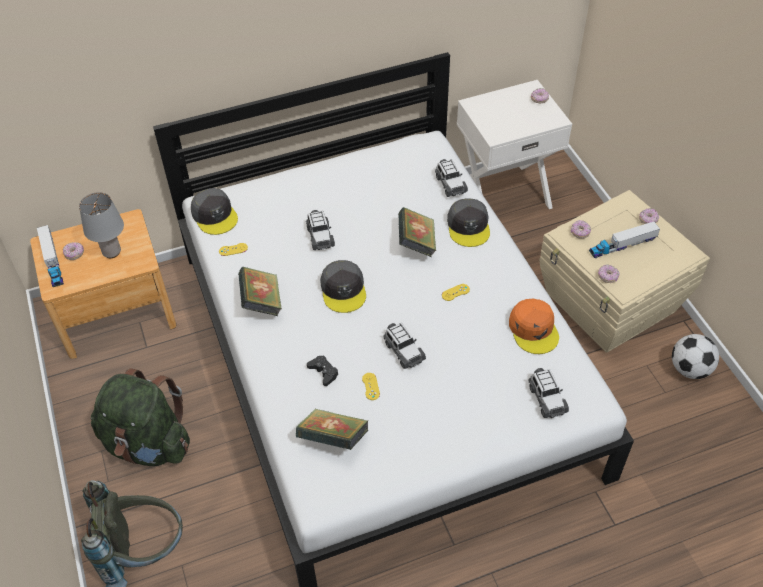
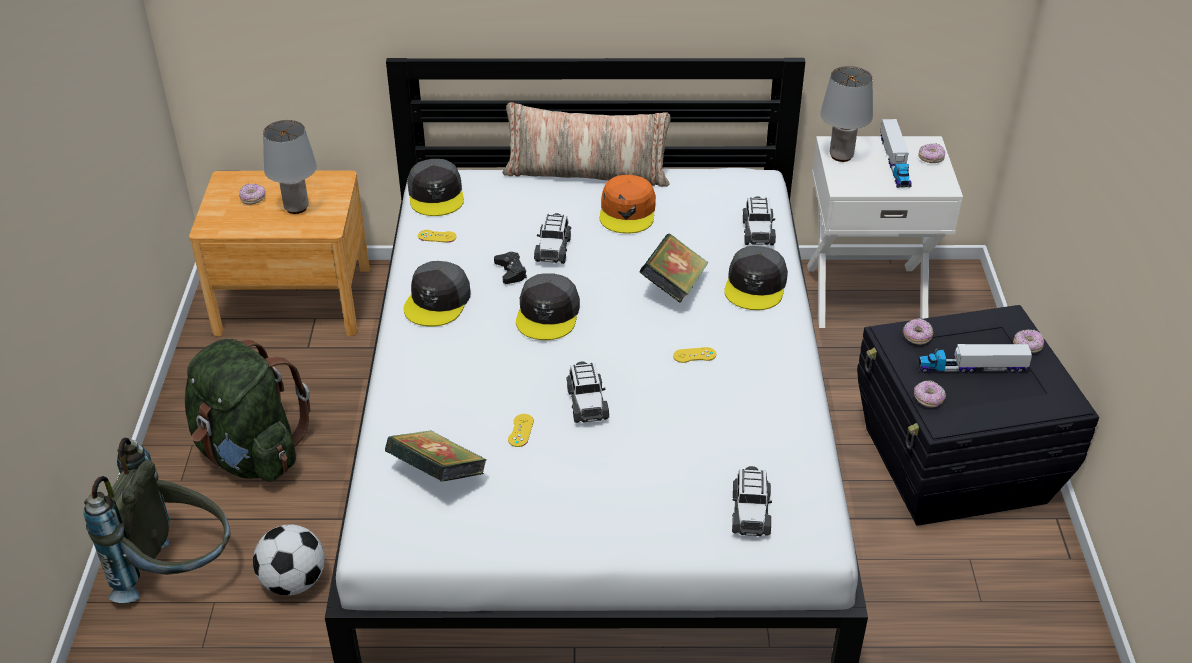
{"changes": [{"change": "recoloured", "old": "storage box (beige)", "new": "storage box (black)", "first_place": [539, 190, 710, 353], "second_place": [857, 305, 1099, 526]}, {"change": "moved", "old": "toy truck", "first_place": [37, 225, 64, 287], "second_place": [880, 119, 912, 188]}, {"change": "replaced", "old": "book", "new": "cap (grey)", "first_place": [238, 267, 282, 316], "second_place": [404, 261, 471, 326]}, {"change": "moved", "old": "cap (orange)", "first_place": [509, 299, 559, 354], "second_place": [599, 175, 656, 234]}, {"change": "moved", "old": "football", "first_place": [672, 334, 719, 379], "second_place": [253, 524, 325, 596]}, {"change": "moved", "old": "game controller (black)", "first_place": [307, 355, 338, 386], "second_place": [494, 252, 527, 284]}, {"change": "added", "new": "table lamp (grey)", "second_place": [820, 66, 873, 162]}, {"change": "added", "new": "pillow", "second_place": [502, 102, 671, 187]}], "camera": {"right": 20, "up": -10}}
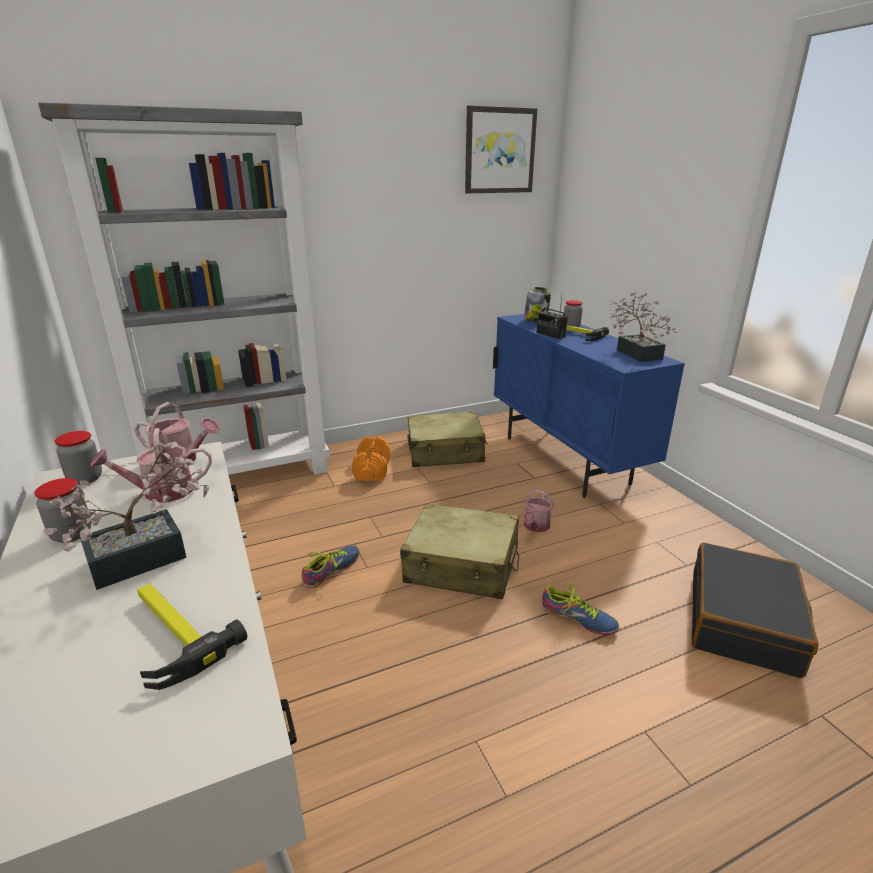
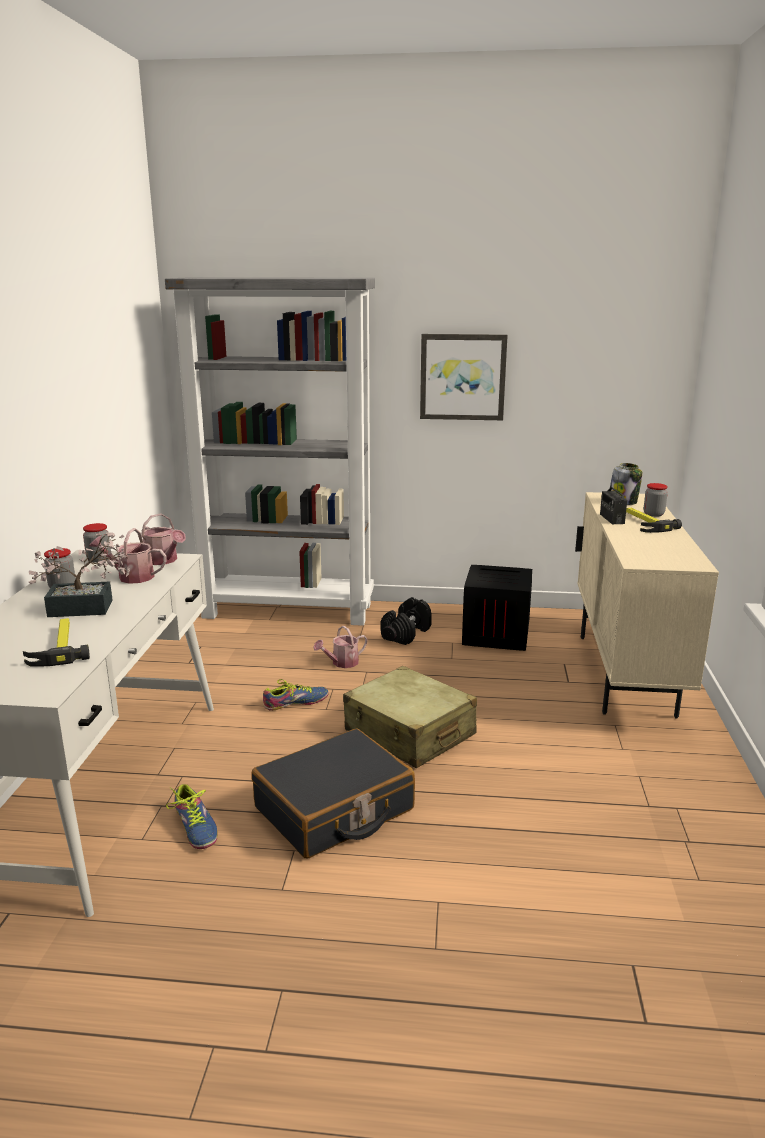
{"changes": [{"change": "moved", "old": "picture", "first_place": [465, 106, 537, 193], "second_place": [420, 334, 508, 420]}, {"change": "removed", "old": "potted plant", "first_place": [610, 292, 677, 362]}, {"change": "recoloured", "old": "cabinet (blue)", "new": "cabinet (beige)", "first_place": [493, 314, 685, 498], "second_place": [575, 492, 719, 719]}, {"change": "replaced", "old": "suitcase (beige)", "new": "crate", "first_place": [407, 411, 488, 467], "second_place": [462, 565, 532, 651]}, {"change": "recoloured", "old": "dumbbell (orange)", "new": "dumbbell (black)", "first_place": [352, 436, 391, 481], "second_place": [380, 597, 432, 645]}, {"change": "moved", "old": "watering can", "first_place": [523, 490, 554, 532], "second_place": [313, 626, 367, 668]}, {"change": "moved", "old": "suitcase (black)", "first_place": [692, 543, 819, 678], "second_place": [252, 729, 415, 858]}, {"change": "moved", "old": "shoe", "first_place": [542, 584, 619, 635], "second_place": [166, 784, 218, 849]}], "camera": {"right": 30, "up": -5}}
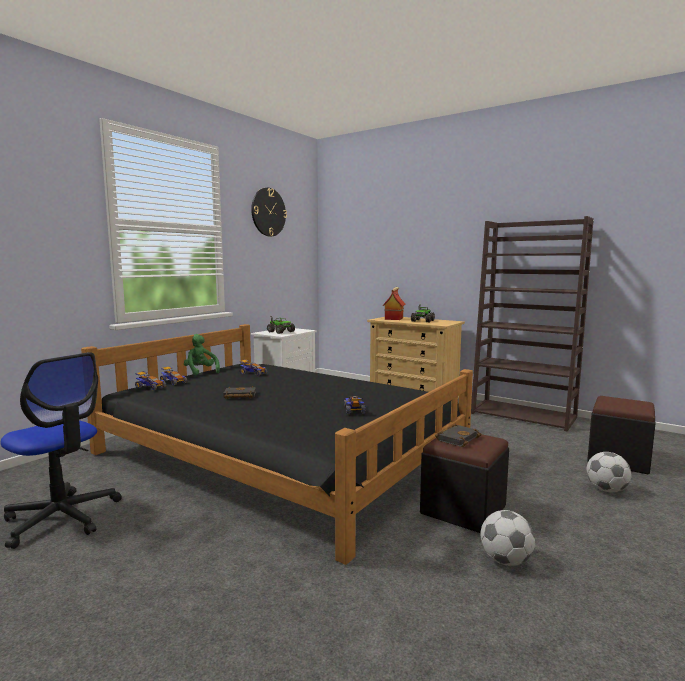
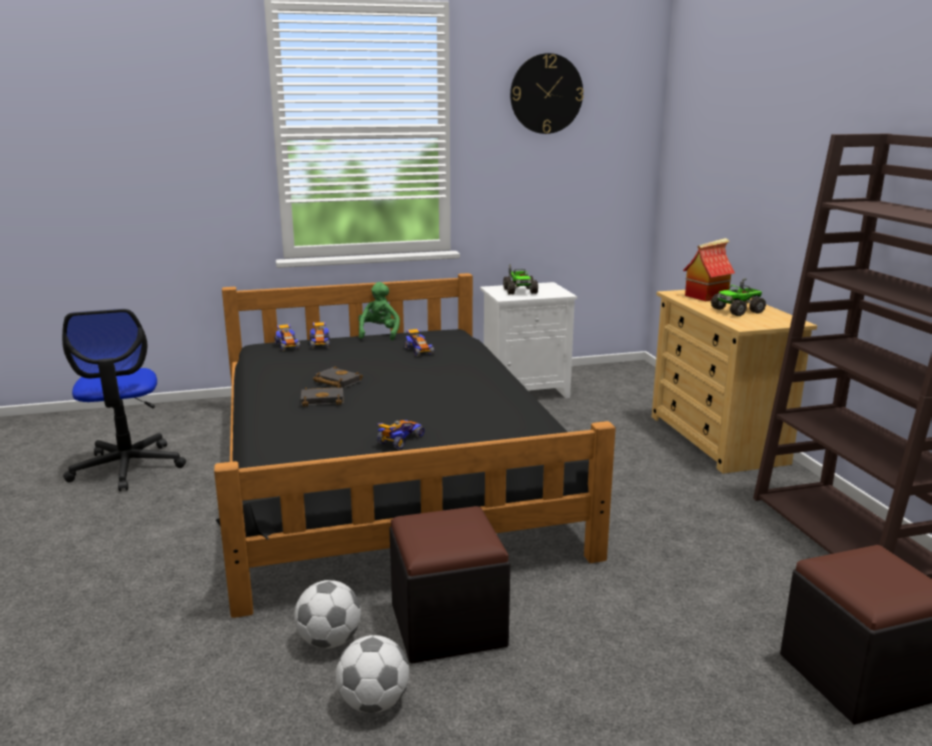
{"changes": [{"change": "moved", "old": "book (black)", "first_place": [435, 424, 482, 447], "second_place": [301, 386, 344, 407]}, {"change": "moved", "old": "football", "first_place": [586, 452, 631, 492], "second_place": [294, 580, 361, 649]}], "camera": {"right": 40, "up": 10}}
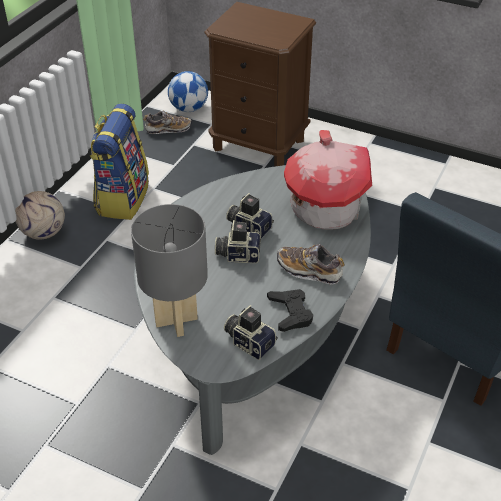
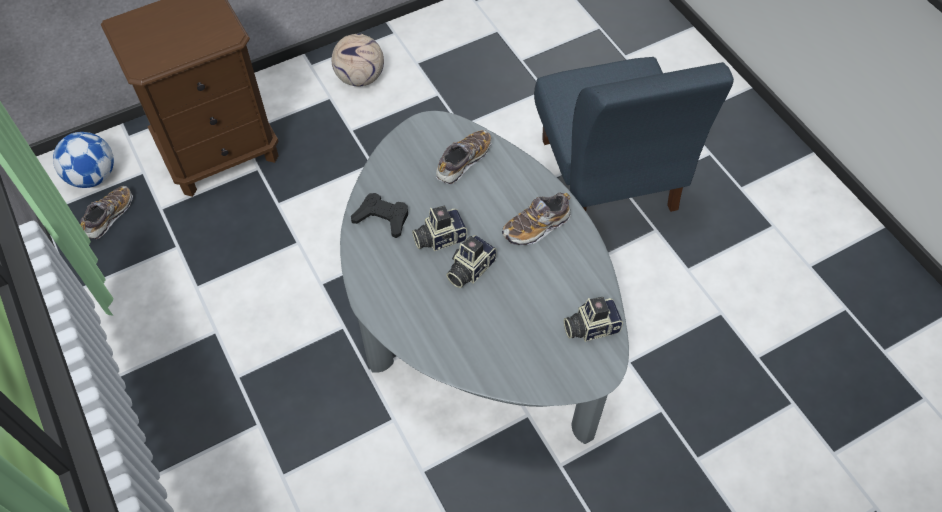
{"changes": [{"change": "removed", "old": "backpack", "first_place": [90, 104, 149, 220]}, {"change": "replaced", "old": "toy house", "new": "shoe", "first_place": [284, 130, 372, 230], "second_place": [436, 130, 492, 184]}, {"change": "moved", "old": "football", "first_place": [15, 191, 65, 239], "second_place": [331, 34, 384, 86]}, {"change": "removed", "old": "table lamp (grey)", "first_place": [131, 204, 208, 337]}, {"change": "moved", "old": "game controller (black)", "first_place": [267, 289, 313, 332], "second_place": [351, 193, 408, 238]}], "camera": {"right": -55, "up": 15}}
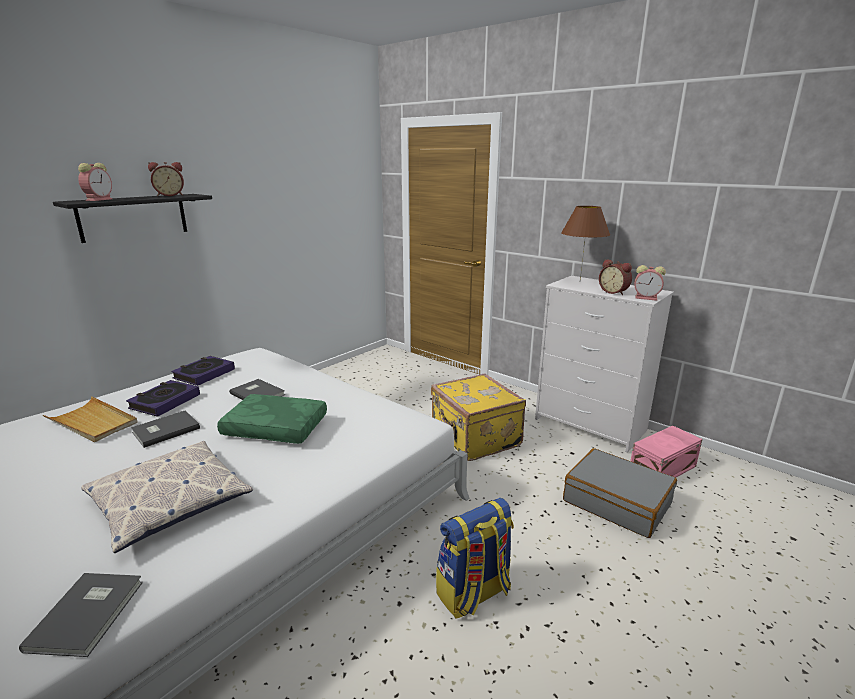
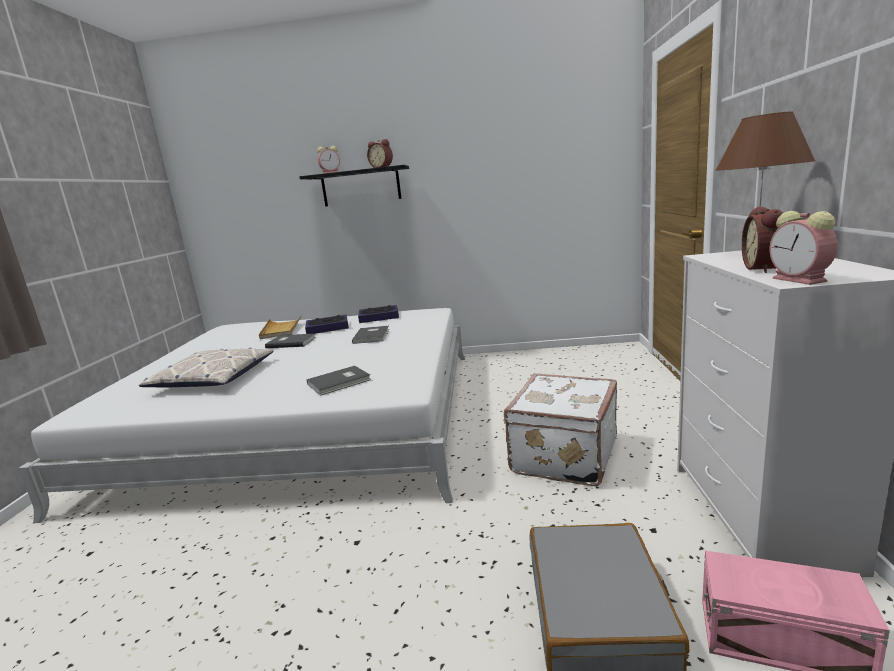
{"changes": [{"change": "recoloured", "old": "suitcase (yellow)", "new": "suitcase (white)", "first_place": [431, 373, 526, 461], "second_place": [504, 373, 617, 486]}, {"change": "removed", "old": "pillow (green)", "first_place": [217, 394, 327, 444]}, {"change": "removed", "old": "backpack", "first_place": [436, 498, 514, 618]}, {"change": "moved", "old": "book (grey)", "first_place": [19, 573, 143, 657], "second_place": [307, 366, 371, 396]}], "camera": {"right": 55, "up": -5}}
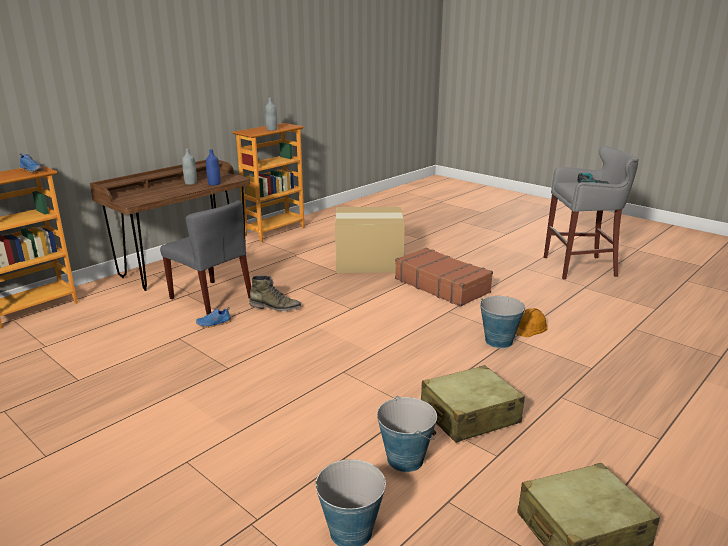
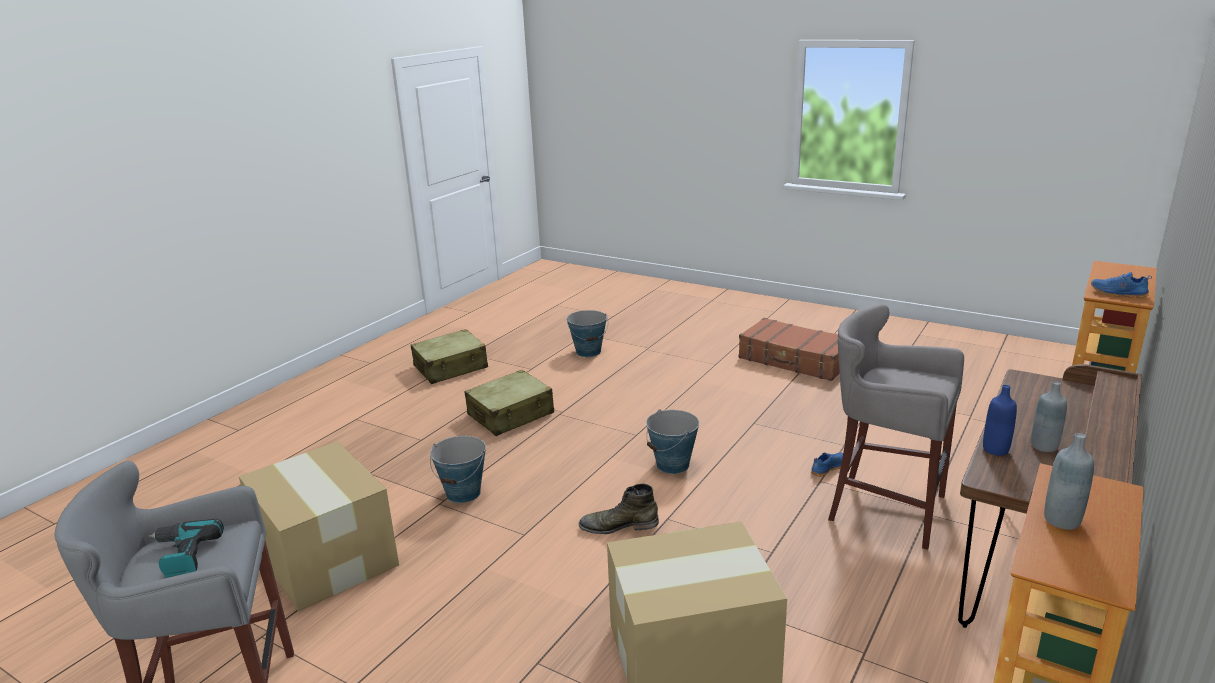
{"changes": [{"change": "replaced", "old": "chair (grey)", "new": "stool (grey)", "first_place": [160, 200, 251, 315], "second_place": [828, 304, 964, 550]}, {"change": "moved", "old": "suitcase (brown)", "first_place": [395, 247, 493, 307], "second_place": [738, 318, 840, 381]}, {"change": "moved", "old": "boot (green)", "first_place": [249, 275, 302, 311], "second_place": [579, 483, 659, 534]}, {"change": "removed", "old": "hard hat (orange)", "first_place": [516, 308, 548, 337]}, {"change": "moved", "old": "bucket", "first_place": [377, 396, 437, 472], "second_place": [646, 410, 699, 474]}, {"change": "added", "new": "cardboard box", "second_place": [239, 441, 399, 611]}], "camera": {"right": 170, "up": 0}}
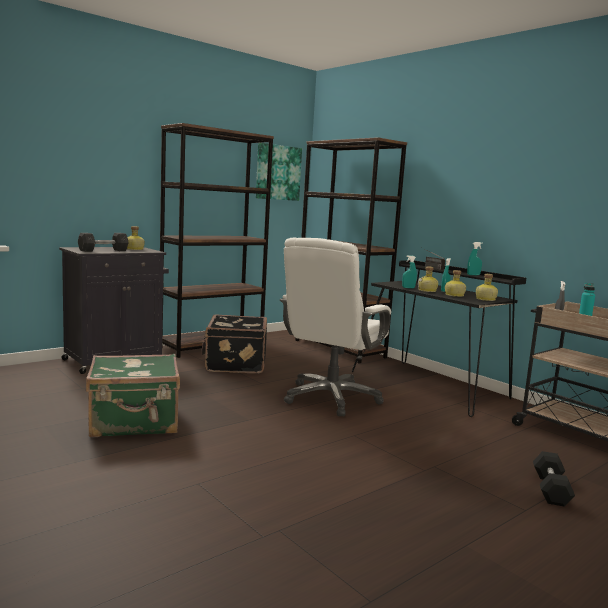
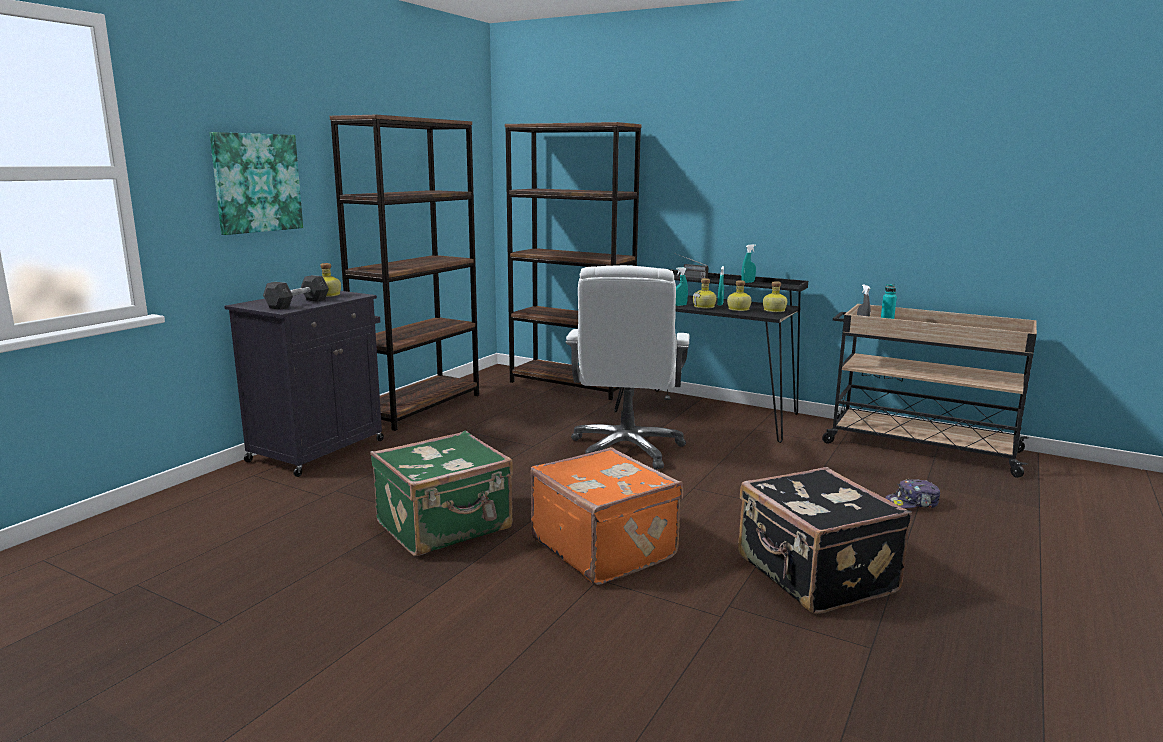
{"changes": [{"change": "moved", "old": "picture", "first_place": [256, 143, 302, 201], "second_place": [210, 132, 303, 235]}, {"change": "moved", "old": "suitcase (black)", "first_place": [201, 314, 267, 373], "second_place": [738, 467, 912, 614]}, {"change": "replaced", "old": "dumbbell (black)", "new": "cap", "first_place": [533, 451, 575, 507], "second_place": [885, 479, 940, 508]}, {"change": "added", "new": "suitcase (orange)", "second_place": [531, 447, 683, 585]}], "camera": {"right": -20, "up": 5}}
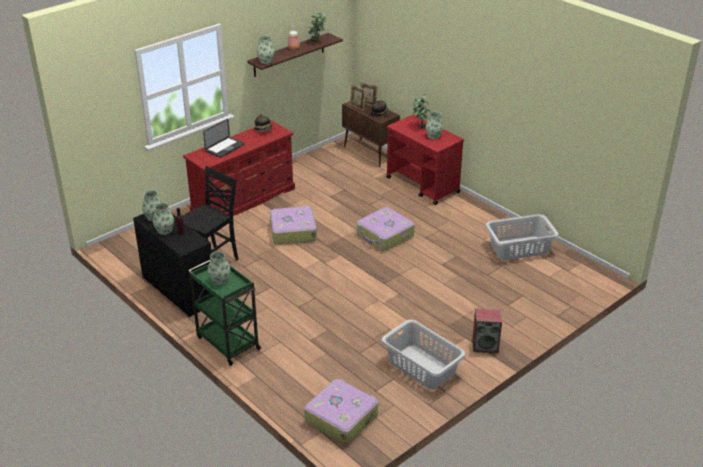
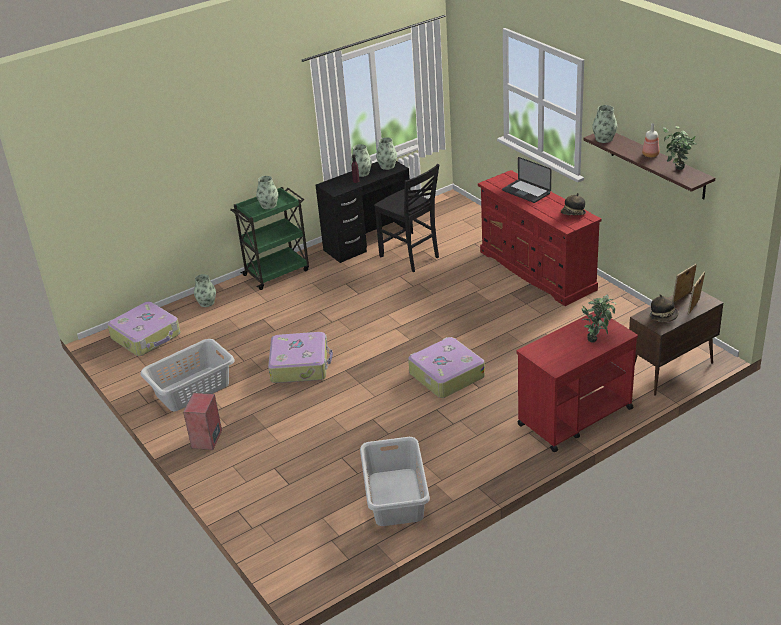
{"changes": [{"change": "moved", "old": "vase", "first_place": [425, 112, 443, 139], "second_place": [194, 274, 216, 307]}, {"change": "moved", "old": "suitcase", "first_place": [270, 206, 317, 245], "second_place": [268, 332, 333, 383]}], "camera": {"right": 100, "up": 0}}
